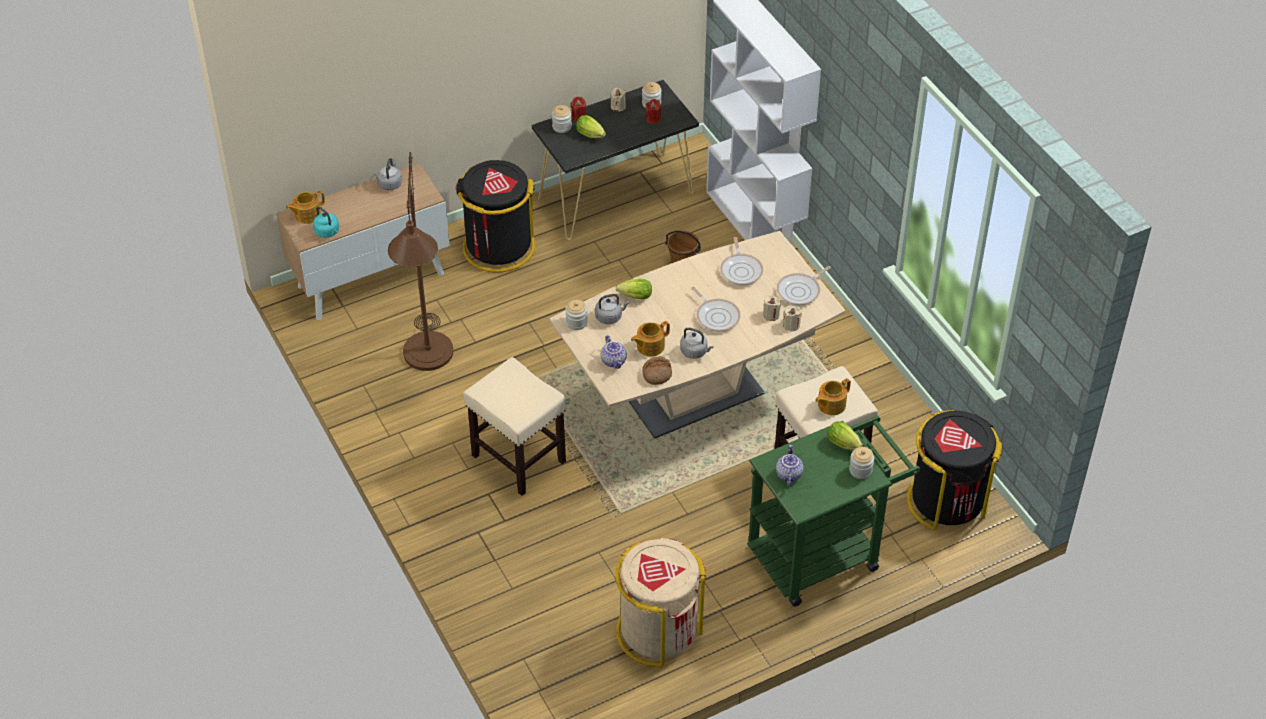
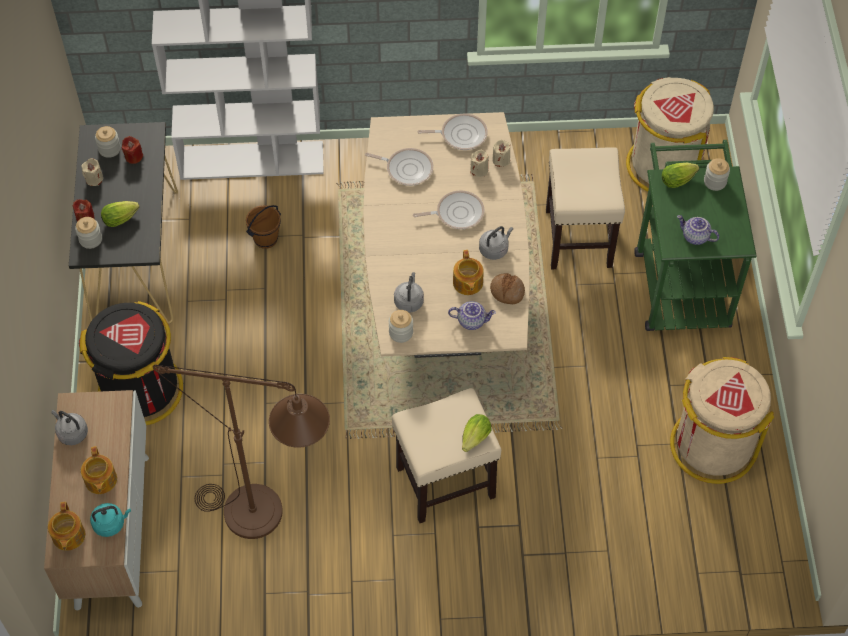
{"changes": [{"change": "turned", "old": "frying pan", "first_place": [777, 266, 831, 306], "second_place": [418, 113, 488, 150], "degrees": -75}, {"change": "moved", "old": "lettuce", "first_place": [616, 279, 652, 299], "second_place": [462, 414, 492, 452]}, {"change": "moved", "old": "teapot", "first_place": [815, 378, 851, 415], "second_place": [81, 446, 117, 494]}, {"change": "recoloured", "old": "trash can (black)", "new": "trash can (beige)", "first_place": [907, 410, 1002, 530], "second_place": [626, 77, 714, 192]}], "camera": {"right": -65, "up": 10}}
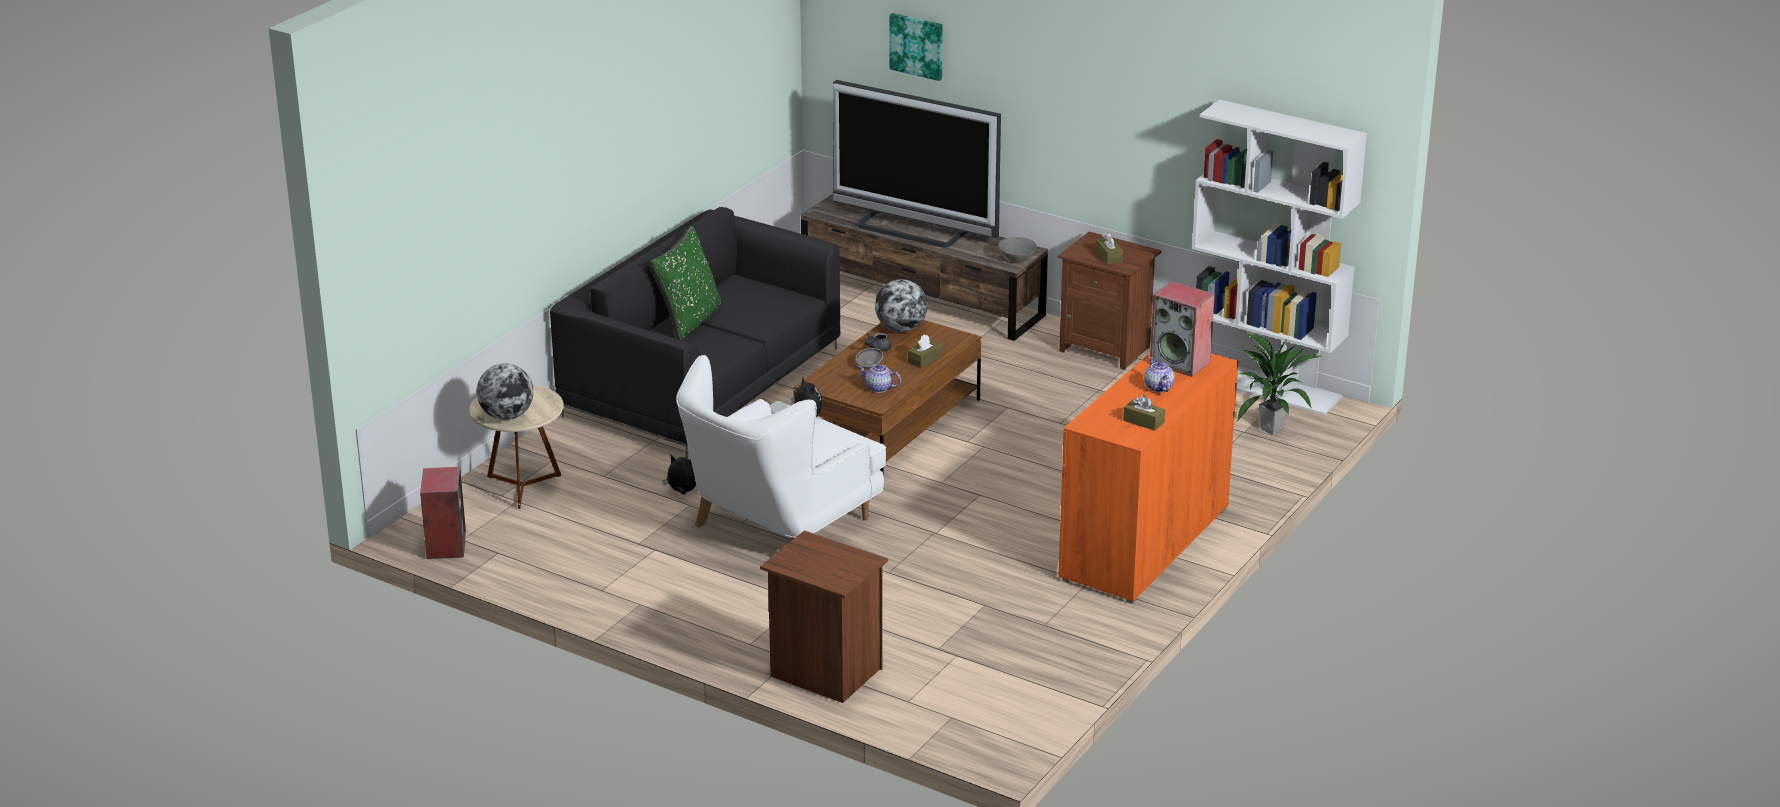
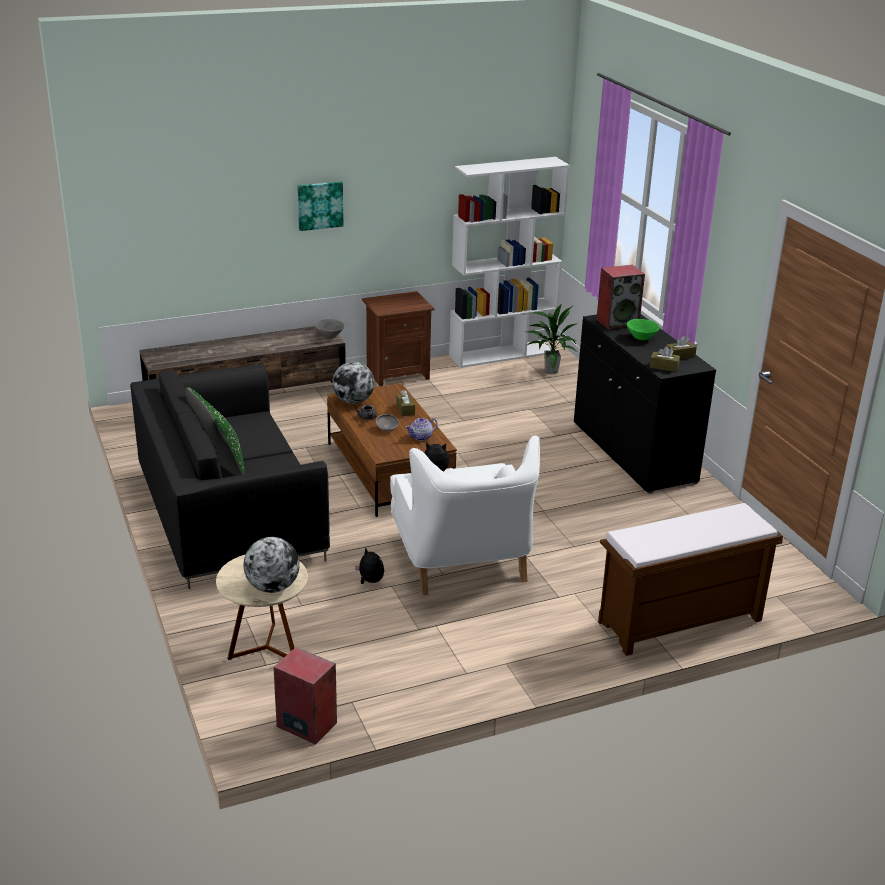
{"changes": [{"change": "moved", "old": "picture", "first_place": [890, 13, 943, 81], "second_place": [297, 181, 343, 231]}, {"change": "removed", "old": "television", "first_place": [833, 80, 1001, 248]}, {"change": "moved", "old": "tissue box (brown)", "first_place": [1095, 233, 1123, 265], "second_place": [650, 346, 680, 372]}, {"change": "recoloured", "old": "cabinet (orange)", "new": "cabinet (black)", "first_place": [1058, 353, 1239, 604], "second_place": [574, 314, 716, 494]}, {"change": "replaced", "old": "teapot", "new": "bowl (green)", "first_place": [1144, 357, 1175, 392], "second_place": [627, 319, 659, 340]}, {"change": "turned", "old": "plush toy", "first_place": [662, 455, 696, 495], "second_place": [355, 548, 384, 584], "degrees": 90}, {"change": "replaced", "old": "nightstand (brown)", "new": "bench (brown)", "first_place": [760, 530, 888, 703], "second_place": [598, 503, 783, 656]}], "camera": {"right": -55, "up": 0}}
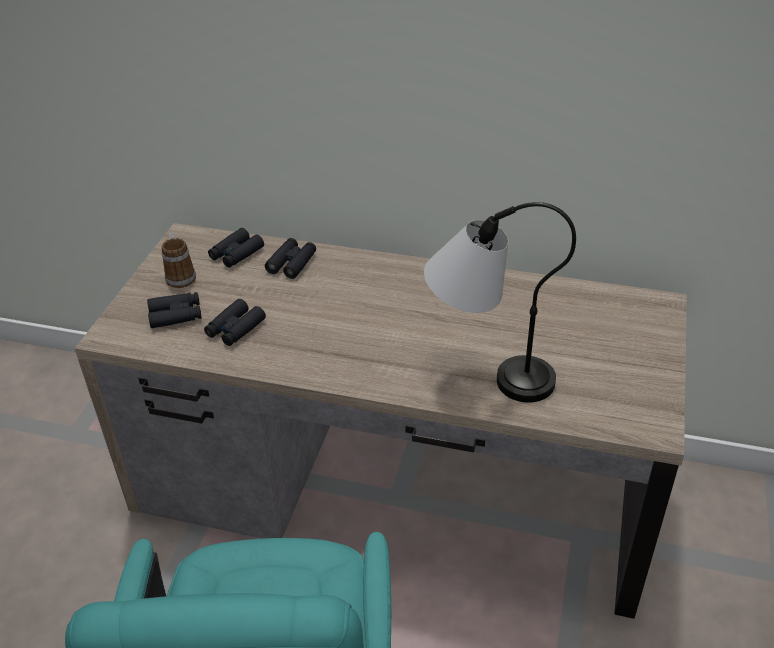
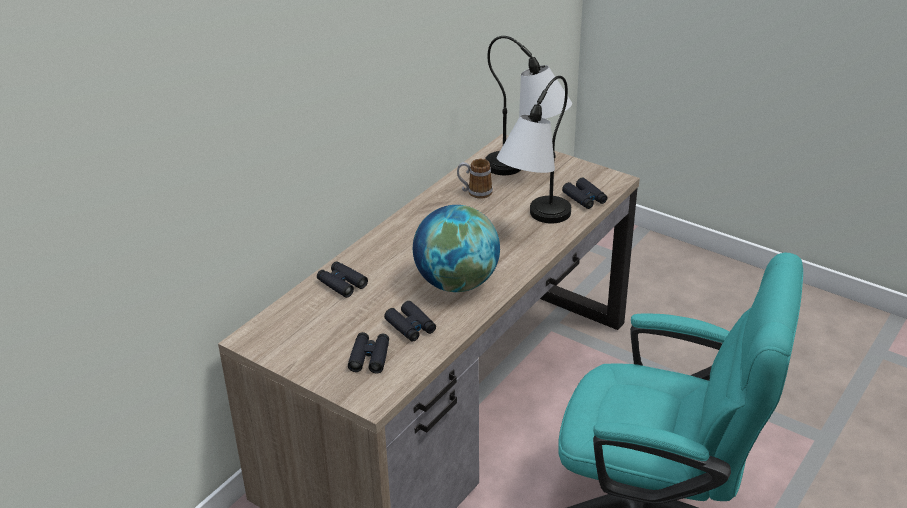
{"changes": [{"change": "moved", "old": "binoculars (black)", "first_place": [208, 228, 264, 267], "second_place": [562, 177, 608, 209]}, {"change": "moved", "old": "mug", "first_place": [162, 232, 196, 288], "second_place": [457, 159, 493, 199]}, {"change": "added", "new": "table lamp", "second_place": [485, 36, 572, 175]}, {"change": "added", "new": "globe", "second_place": [413, 205, 500, 292]}], "camera": {"right": -70, "up": -5}}
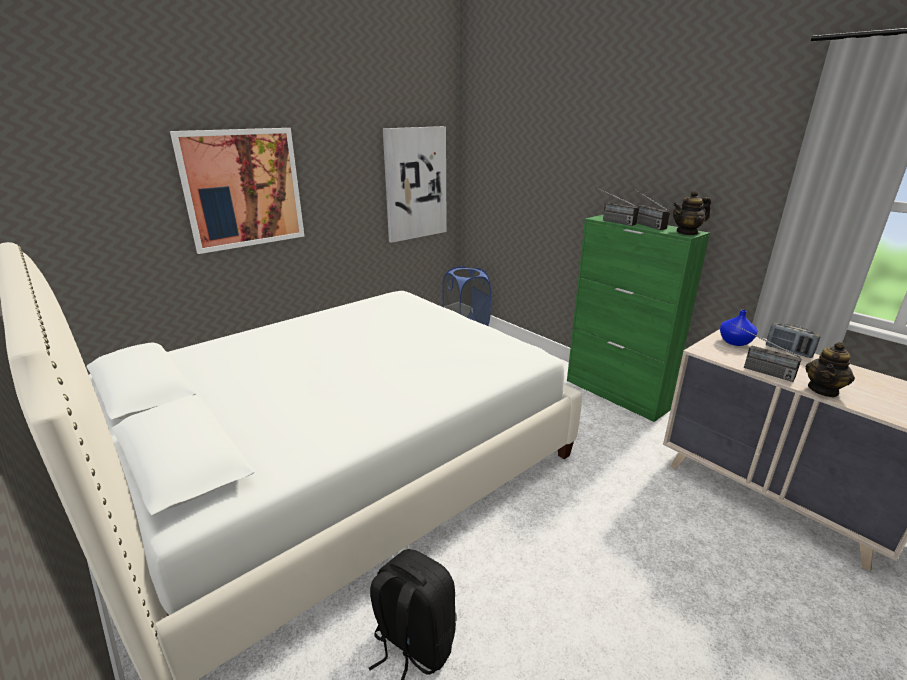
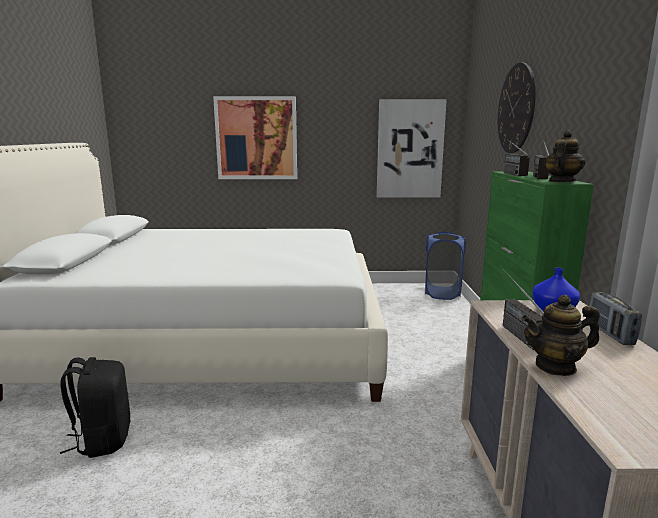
{"changes": [{"change": "turned", "old": "teapot", "first_place": [673, 190, 711, 235], "second_place": [544, 130, 585, 182], "degrees": 105}, {"change": "added", "new": "wall clock", "second_place": [498, 63, 536, 153]}], "camera": {"right": 40, "up": -10}}
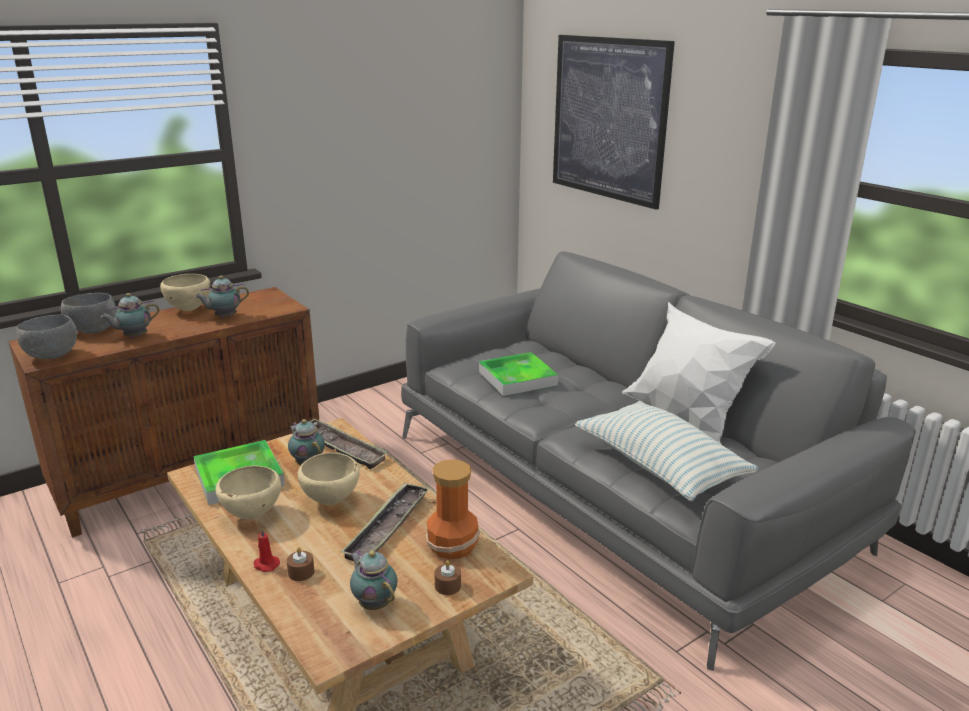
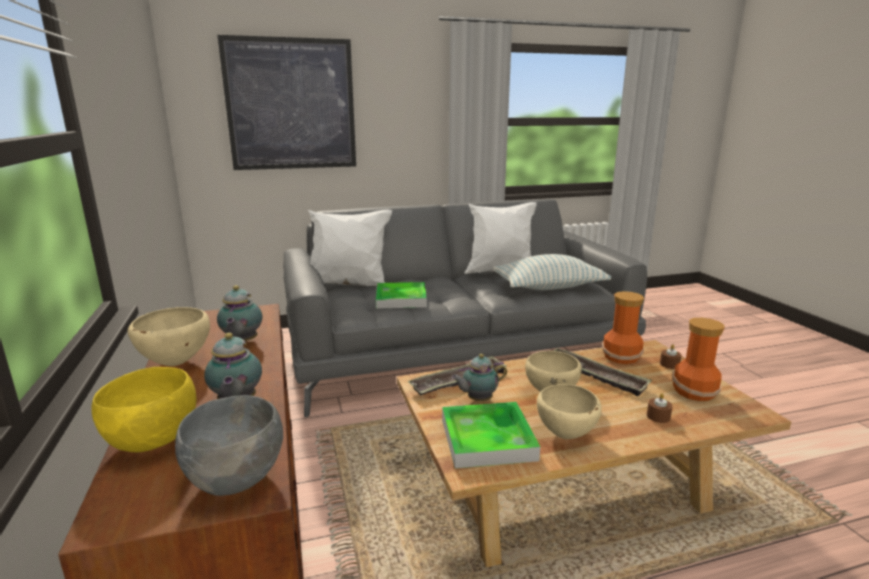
{"changes": [{"change": "recoloured", "old": "bowl (grey)", "new": "bowl (yellow)", "first_place": [61, 293, 117, 334], "second_place": [91, 367, 197, 452]}, {"change": "removed", "old": "candle (red)", "first_place": [254, 528, 280, 572]}, {"change": "replaced", "old": "teapot", "new": "vase", "first_place": [350, 550, 397, 610], "second_place": [672, 318, 725, 401]}, {"change": "added", "new": "pillow (white)", "second_place": [308, 210, 392, 286]}], "camera": {"right": -70, "up": -5}}
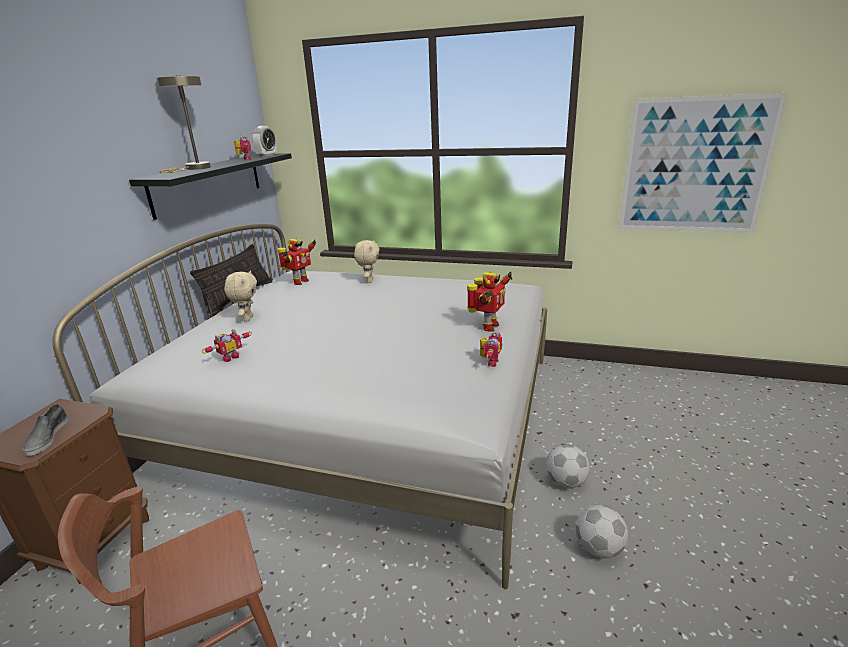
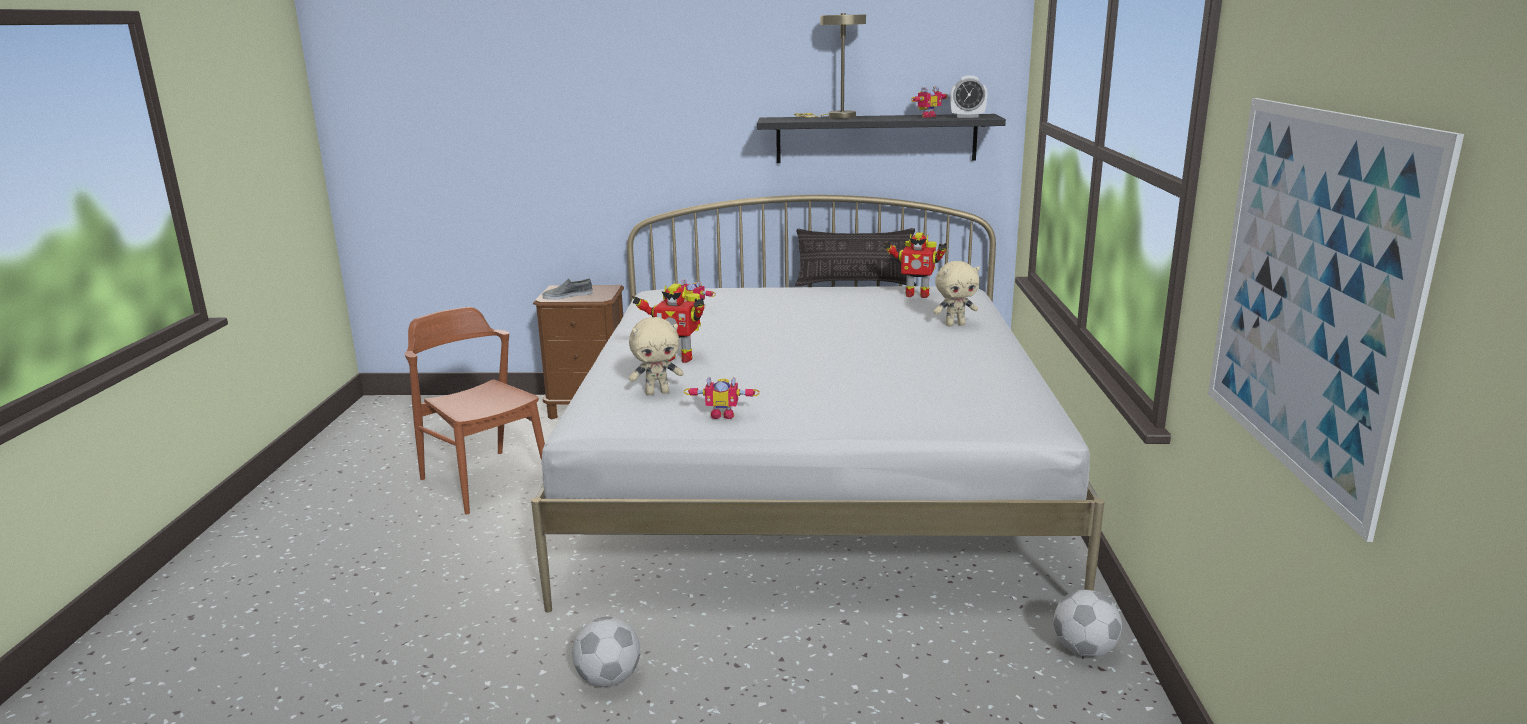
{"changes": [{"change": "moved", "old": "plush toy (beige)", "first_place": [224, 271, 257, 321], "second_place": [629, 317, 684, 395]}, {"change": "moved", "old": "toy robot", "first_place": [467, 271, 512, 332], "second_place": [632, 284, 704, 363]}, {"change": "moved", "old": "football", "first_place": [546, 445, 590, 488], "second_place": [1053, 590, 1122, 656]}], "camera": {"right": 75, "up": -5}}
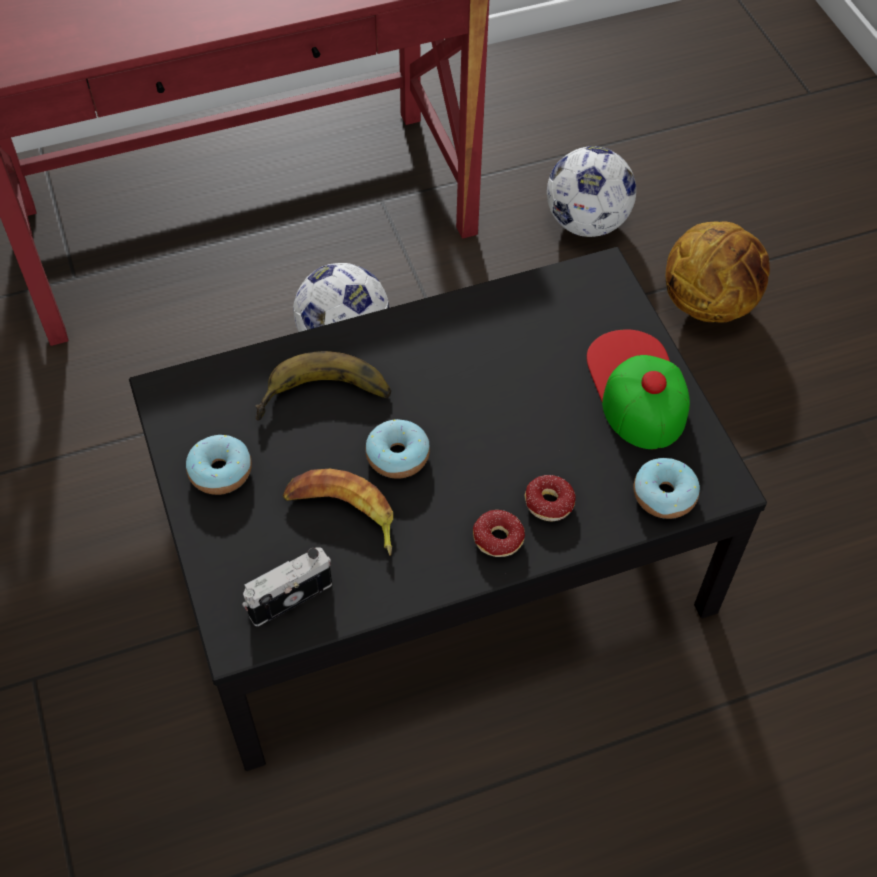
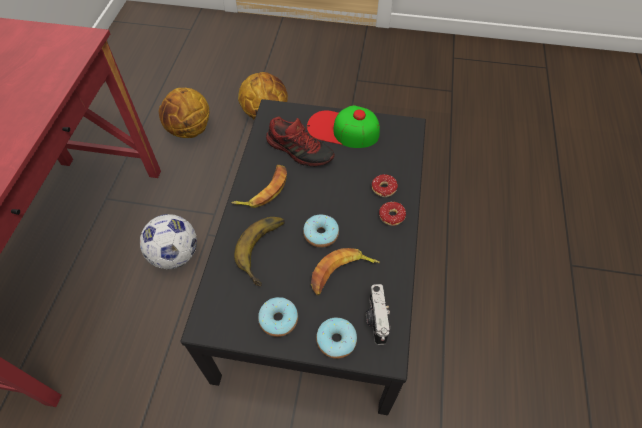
{"changes": [{"change": "replaced", "old": "football", "new": "basketball", "first_place": [547, 146, 636, 237], "second_place": [159, 88, 210, 138]}, {"change": "moved", "old": "donut", "first_place": [633, 458, 700, 519], "second_place": [316, 317, 357, 359]}, {"change": "added", "new": "shoe", "second_place": [266, 116, 335, 166]}, {"change": "added", "new": "banana", "second_place": [231, 165, 287, 208]}], "camera": {"right": -60, "up": 0}}
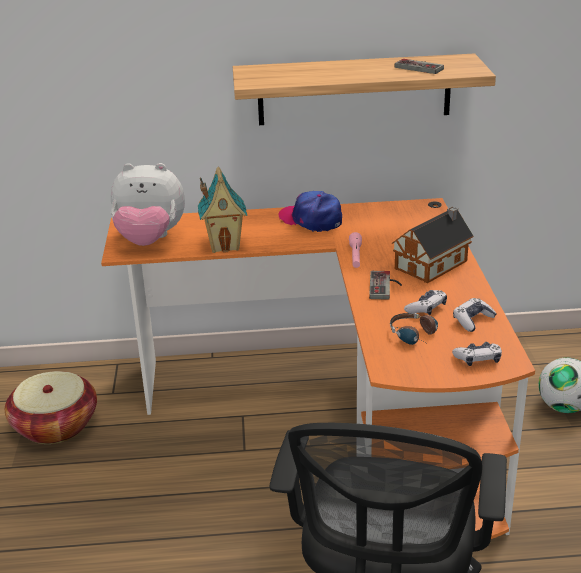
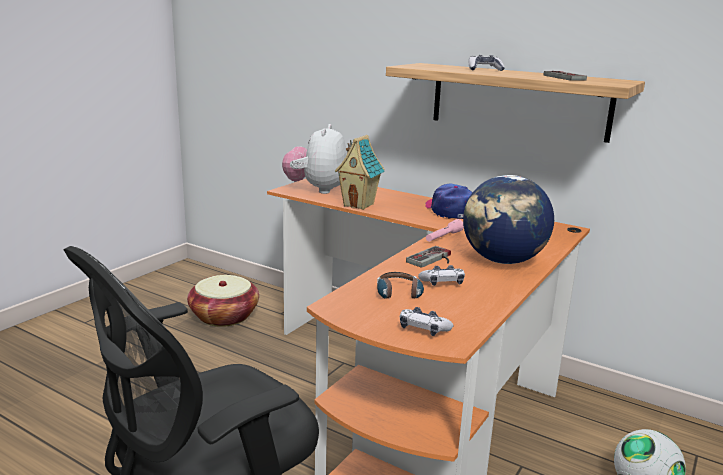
{"changes": [{"change": "turned", "old": "plush toy", "first_place": [111, 163, 185, 246], "second_place": [282, 124, 347, 194], "degrees": 60}, {"change": "replaced", "old": "toy house", "new": "globe", "first_place": [392, 207, 474, 283], "second_place": [463, 175, 554, 264]}, {"change": "moved", "old": "game controller", "first_place": [453, 298, 496, 332], "second_place": [469, 55, 505, 71]}], "camera": {"right": 35, "up": -10}}
